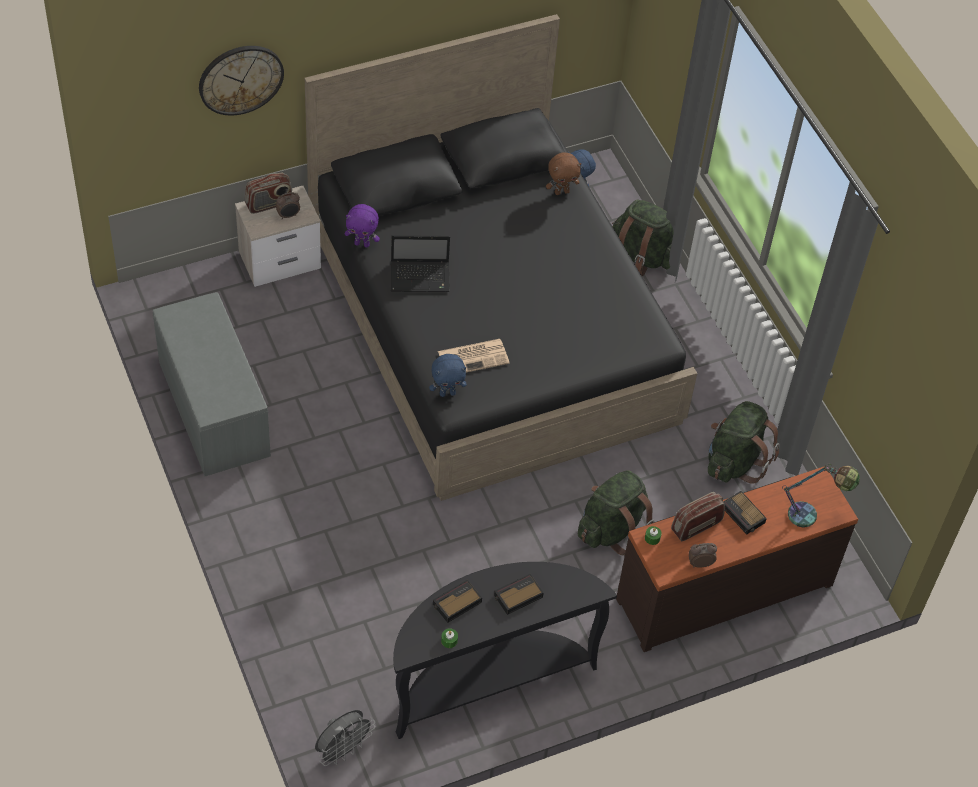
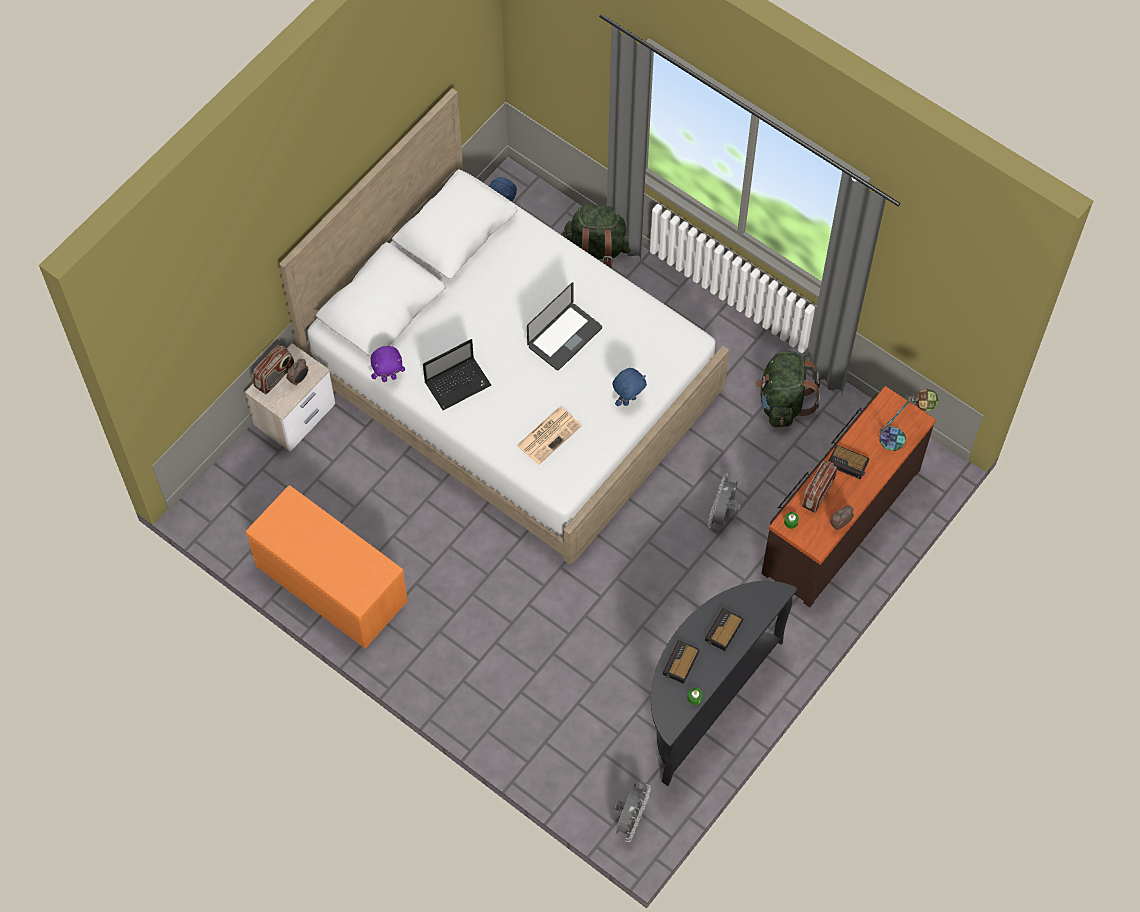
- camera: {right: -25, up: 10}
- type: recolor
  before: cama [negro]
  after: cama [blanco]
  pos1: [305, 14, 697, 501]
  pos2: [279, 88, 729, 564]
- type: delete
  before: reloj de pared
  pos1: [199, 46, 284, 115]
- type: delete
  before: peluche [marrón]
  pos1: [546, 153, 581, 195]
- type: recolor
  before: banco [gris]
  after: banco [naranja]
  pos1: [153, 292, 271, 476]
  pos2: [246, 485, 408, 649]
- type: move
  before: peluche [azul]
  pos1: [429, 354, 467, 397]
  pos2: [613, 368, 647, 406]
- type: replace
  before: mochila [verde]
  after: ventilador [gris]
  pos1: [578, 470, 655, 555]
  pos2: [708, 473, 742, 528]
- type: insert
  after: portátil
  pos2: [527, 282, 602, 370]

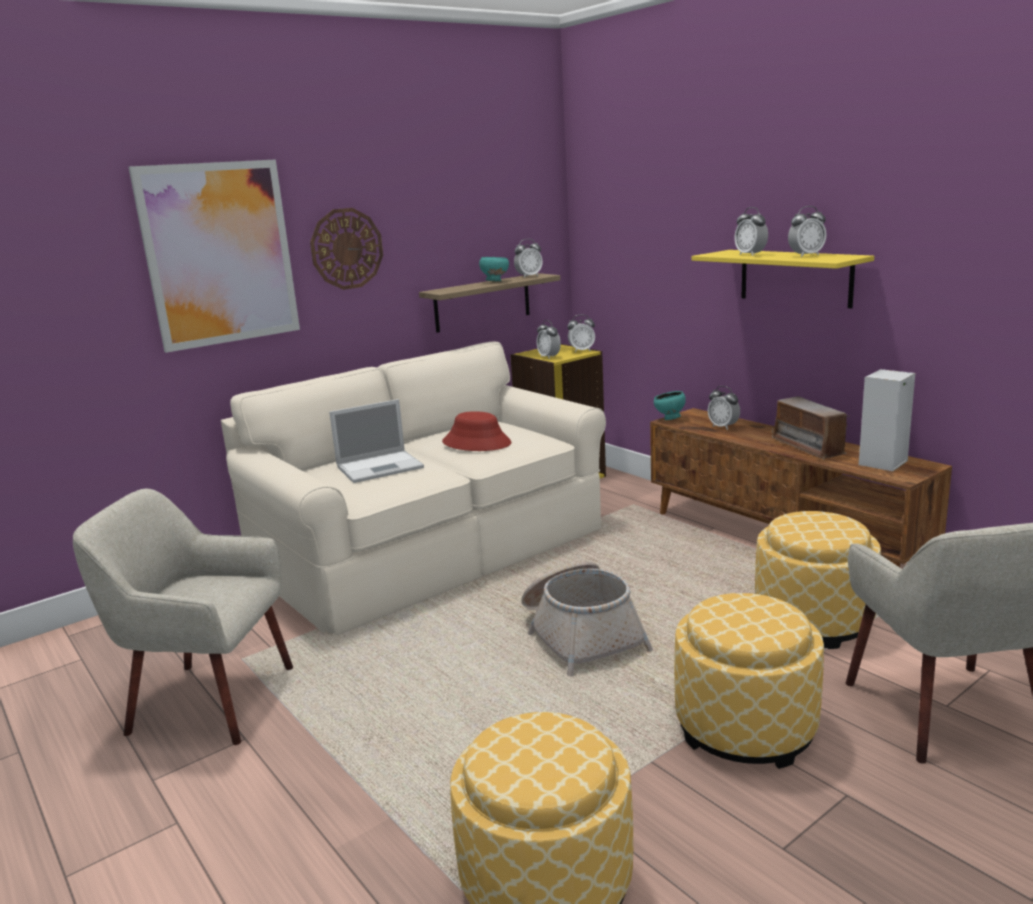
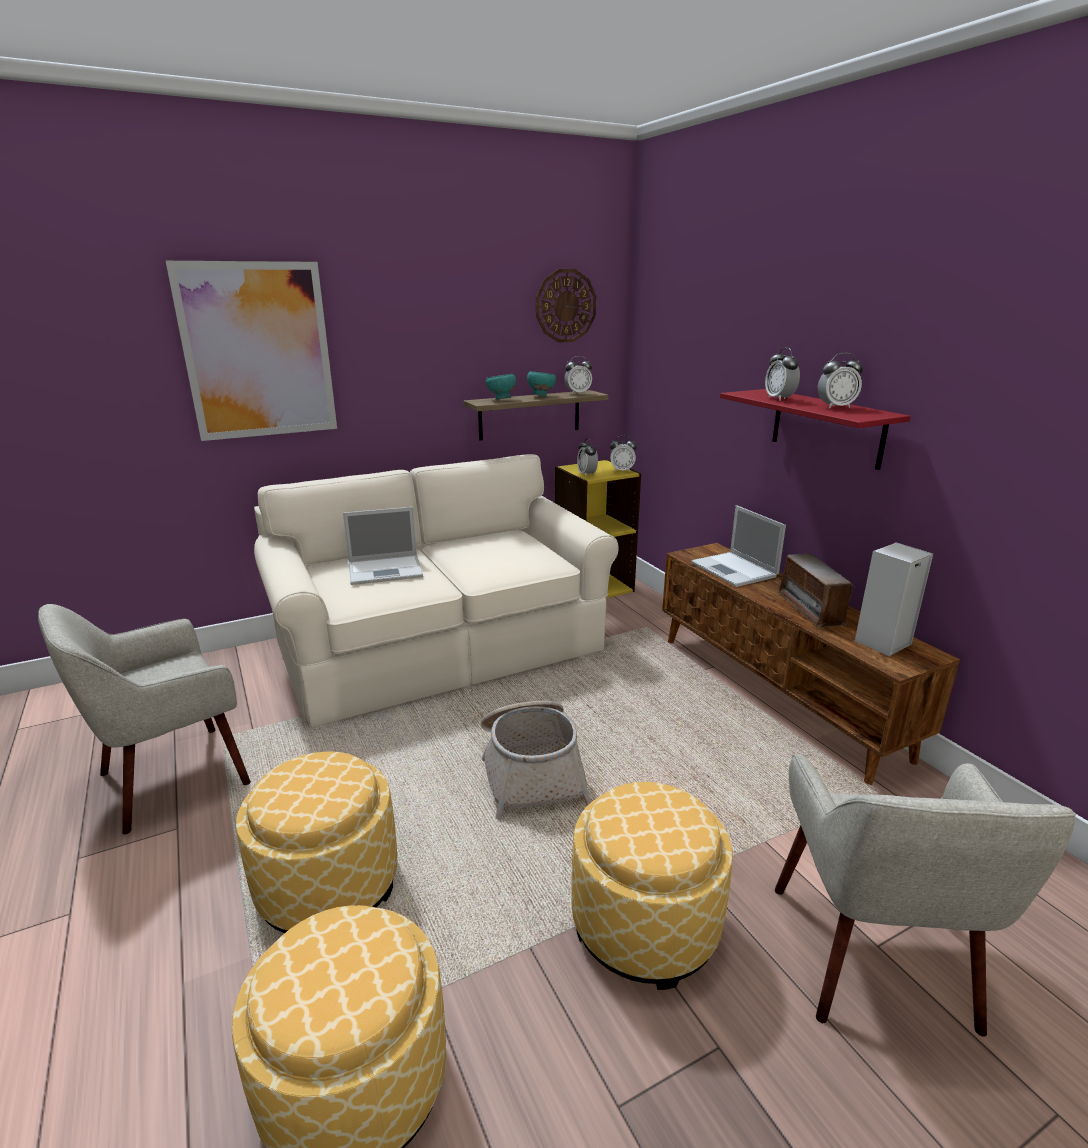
- camera: {right: 10, up: 5}
- type: move
  before: reloj de pared
  pos1: [310, 208, 383, 290]
  pos2: [536, 269, 596, 343]
- type: recolor
  before: estante [amarillo]
  after: estante [rojo]
  pos1: [691, 250, 874, 309]
  pos2: [720, 389, 911, 470]
- type: replace
  before: despertador
  after: portátil
  pos1: [708, 386, 740, 430]
  pos2: [691, 505, 786, 587]
- type: move
  before: cuenco [turquesa]
  pos1: [654, 391, 686, 420]
  pos2: [486, 374, 516, 400]
- type: delete
  before: sombrero [rojo]
  pos1: [442, 411, 511, 451]
- type: rotate
  before: sillón [beis]
  pos1: [73, 489, 293, 745]
  pos2: [38, 604, 251, 834]
  turn: -60
- type: move
  before: puf
  pos1: [755, 511, 881, 649]
  pos2: [236, 752, 397, 934]

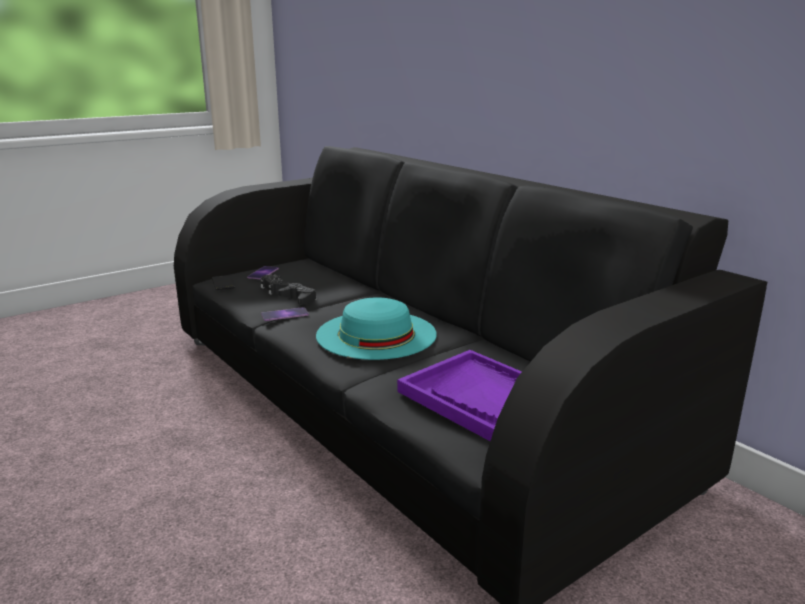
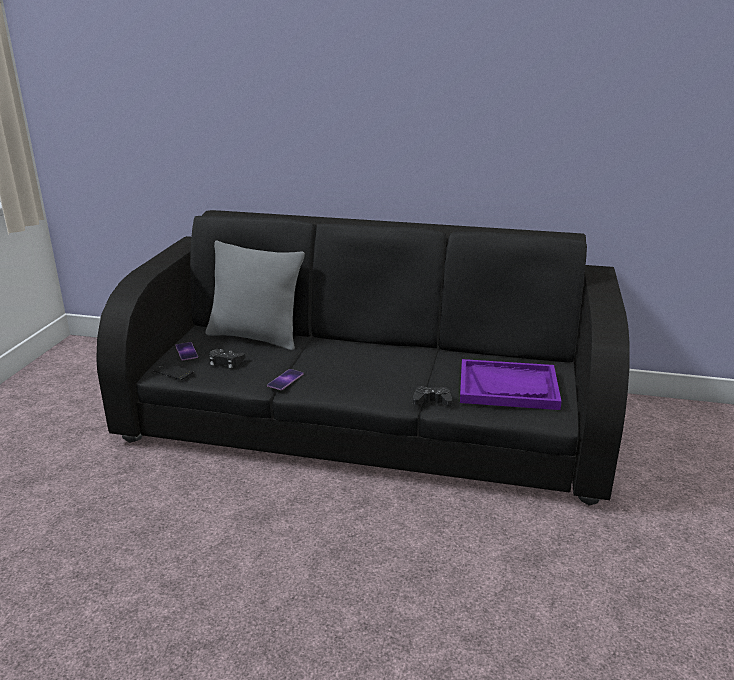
- camera: {right: -40, up: 5}
- type: move
  before: mando de consola [negro]
  pos1: [279, 283, 317, 304]
  pos2: [413, 386, 452, 406]
- type: delete
  before: sombrero [turquesa]
  pos1: [316, 297, 437, 360]
- type: insert
  after: cojín [gris]
  pos2: [206, 240, 305, 350]

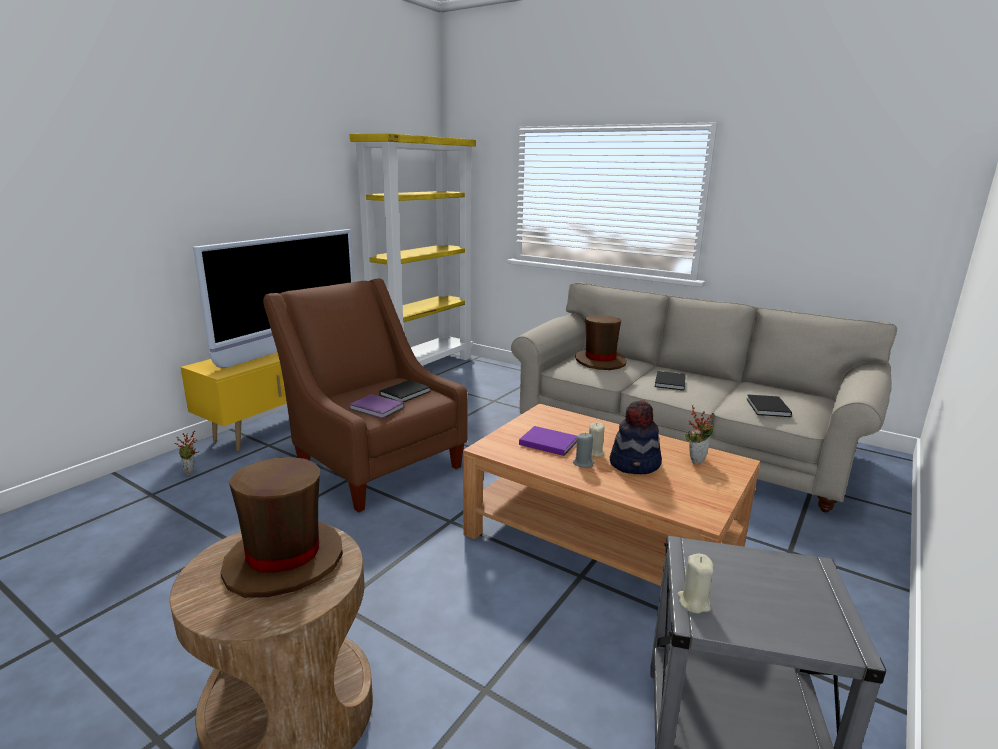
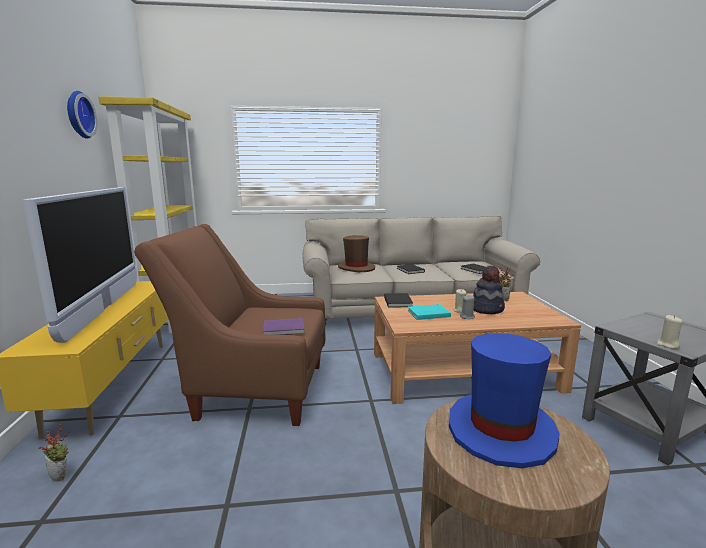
- camera: {right: -40, up: -5}
- type: move
  before: libro [negro]
  pos1: [379, 380, 431, 402]
  pos2: [384, 293, 413, 308]
- type: recolor
  before: libro [morado]
  after: libro [turquesa]
  pos1: [519, 426, 577, 456]
  pos2: [408, 304, 451, 320]
- type: recolor
  before: sombrero [marrón]
  after: sombrero [azul]
  pos1: [220, 457, 343, 598]
  pos2: [449, 333, 560, 468]
- type: insert
  after: reloj de pared
  pos2: [67, 91, 97, 139]

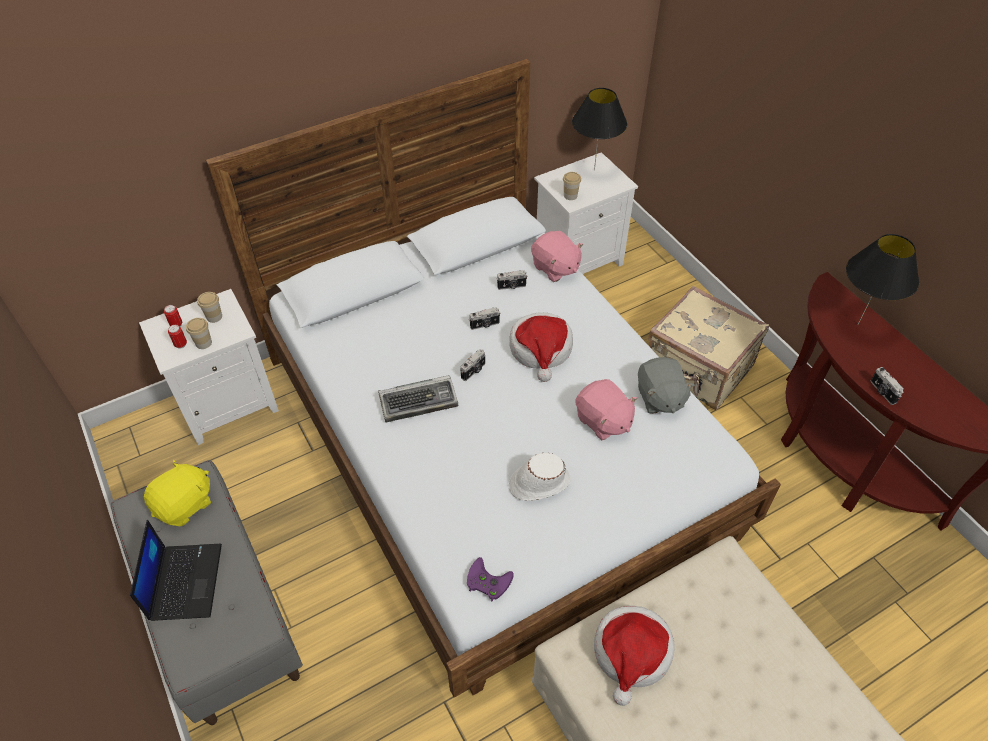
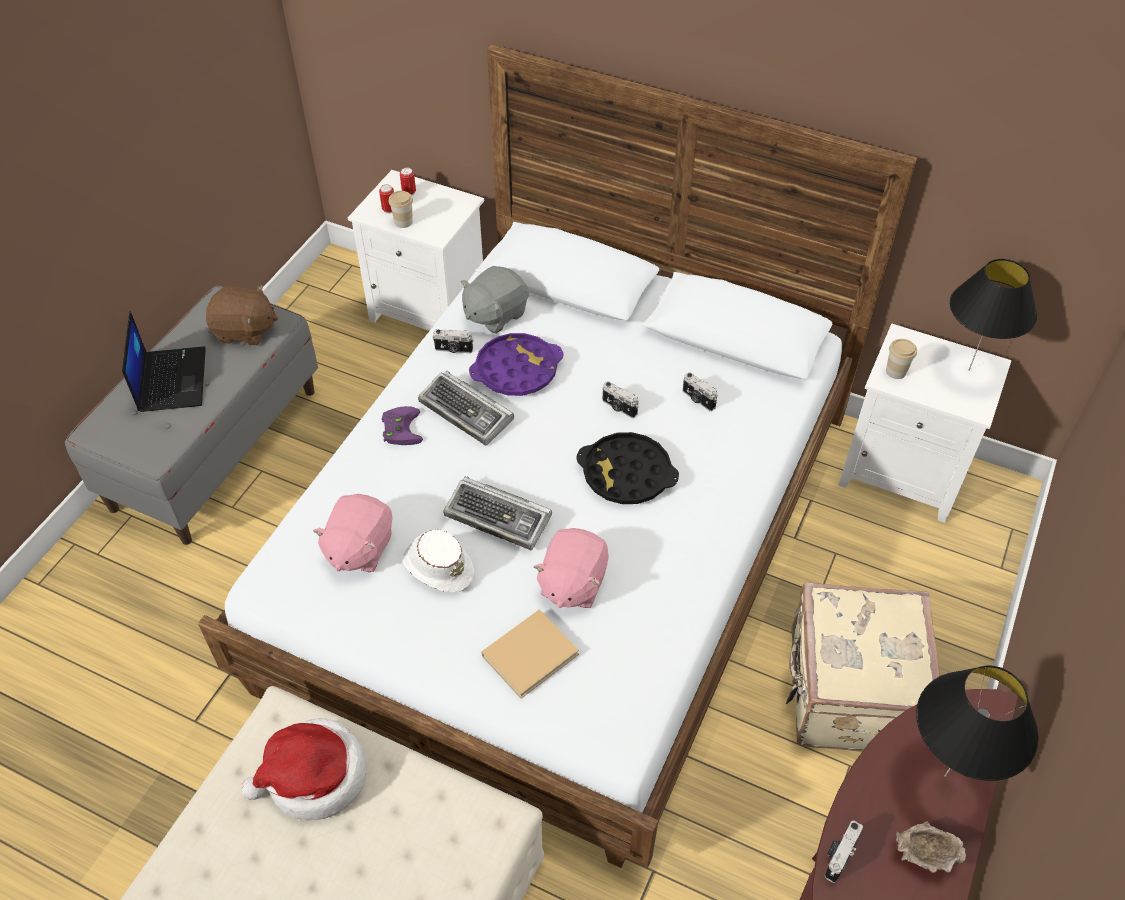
- camera: {right: 55, up: 0}
- type: move
  before: peluche [rosa]
  pos1: [531, 231, 583, 282]
  pos2: [313, 494, 393, 572]
- type: delete
  before: taza
  pos1: [197, 292, 222, 323]
- type: replace
  before: sombrero
  after: bandeja [negro]
  pos1: [510, 312, 573, 382]
  pos2: [576, 432, 679, 504]
- type: move
  before: cámara
  pos1: [460, 349, 485, 381]
  pos2: [433, 330, 474, 353]
- type: move
  before: peluche [gris]
  pos1: [638, 357, 695, 414]
  pos2: [461, 266, 529, 334]
- type: recolor
  before: peluche [amarillo]
  after: peluche [marrón]
  pos1: [144, 460, 211, 526]
  pos2: [206, 285, 278, 346]
- type: rotate
  before: portátil
  pos1: [130, 520, 222, 621]
  pos2: [122, 311, 206, 412]
  turn: -60
- type: move
  before: mando de consola [morado]
  pos1: [467, 557, 514, 602]
  pos2: [382, 406, 423, 445]
- type: insert
  after: bandeja [morado]
  pos2: [469, 333, 564, 396]
- type: insert
  after: teclado
  pos2: [443, 476, 552, 550]
- type: insert
  after: libro [beis]
  pos2: [481, 610, 579, 699]
- type: insert
  after: cuenco [beis]
  pos2: [896, 821, 966, 873]

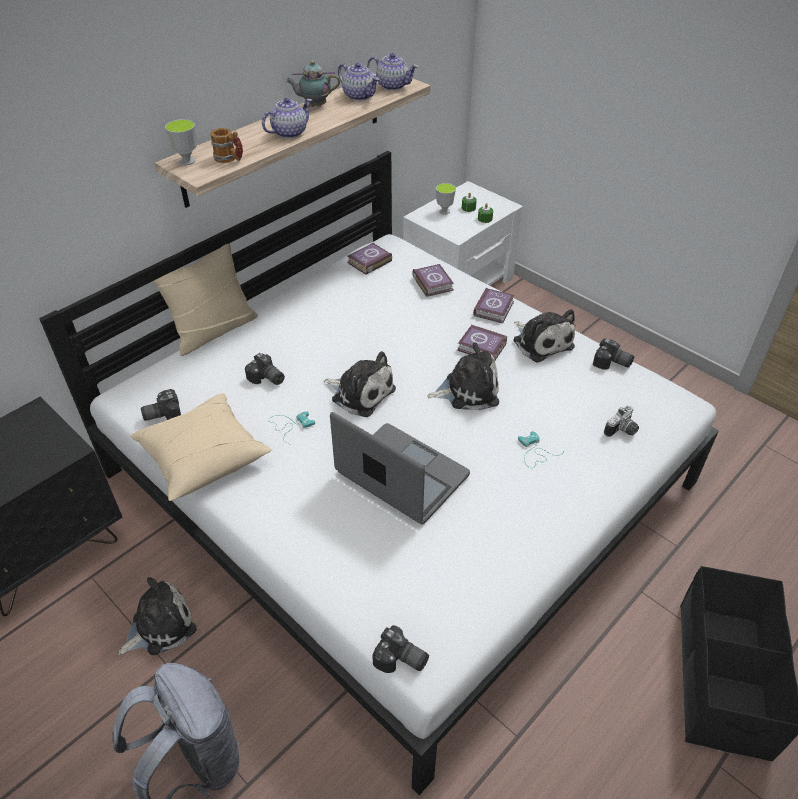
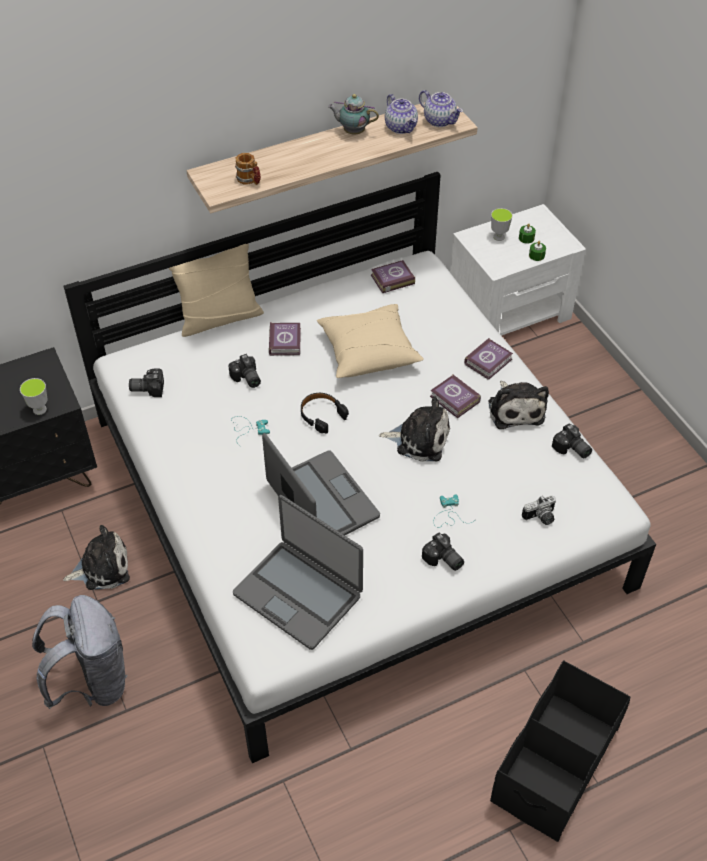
- camera: {right: 20, up: 5}
- type: delete
  before: tetera
  pos1: [262, 98, 313, 138]
- type: move
  before: taza
  pos1: [165, 119, 196, 165]
  pos2: [20, 378, 47, 415]
- type: move
  before: libro
  pos1: [412, 264, 454, 297]
  pos2: [269, 322, 301, 356]
- type: replace
  before: peluche
  after: auriculares [negro]
  pos1: [323, 351, 396, 417]
  pos2: [301, 393, 349, 434]
- type: move
  before: cojín [beis]
  pos1: [130, 393, 271, 501]
  pos2: [317, 304, 424, 378]
- type: move
  before: cámara
  pos1: [372, 625, 429, 673]
  pos2: [422, 533, 464, 571]
- type: insert
  after: portátil
  pos2: [233, 495, 363, 650]

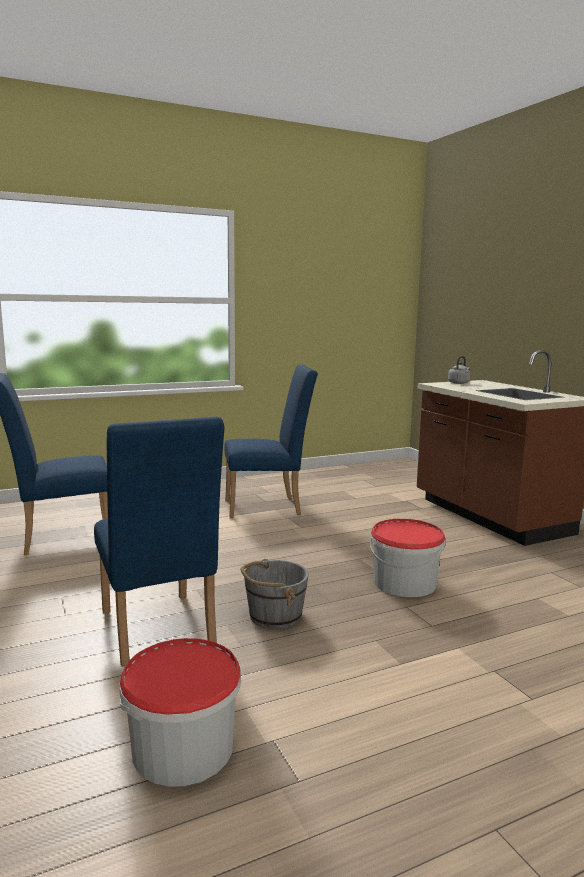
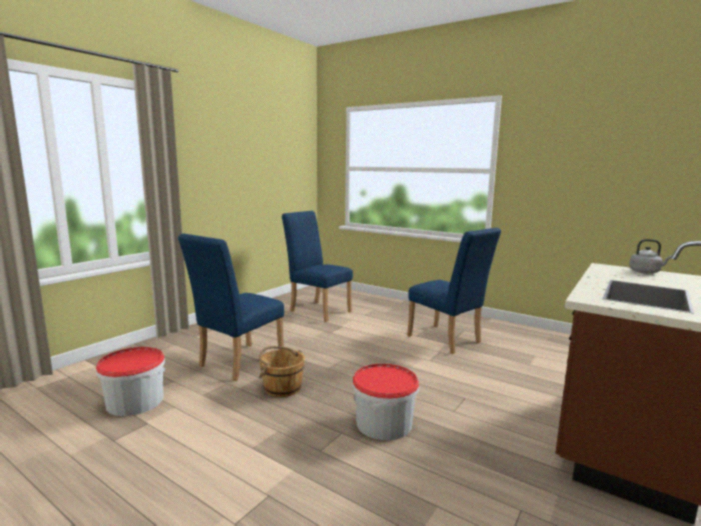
- camera: {right: 60, up: 0}
- type: recolor
  before: cubo [gris]
  after: cubo [marrón]
  pos1: [240, 559, 309, 629]
  pos2: [259, 346, 305, 397]

